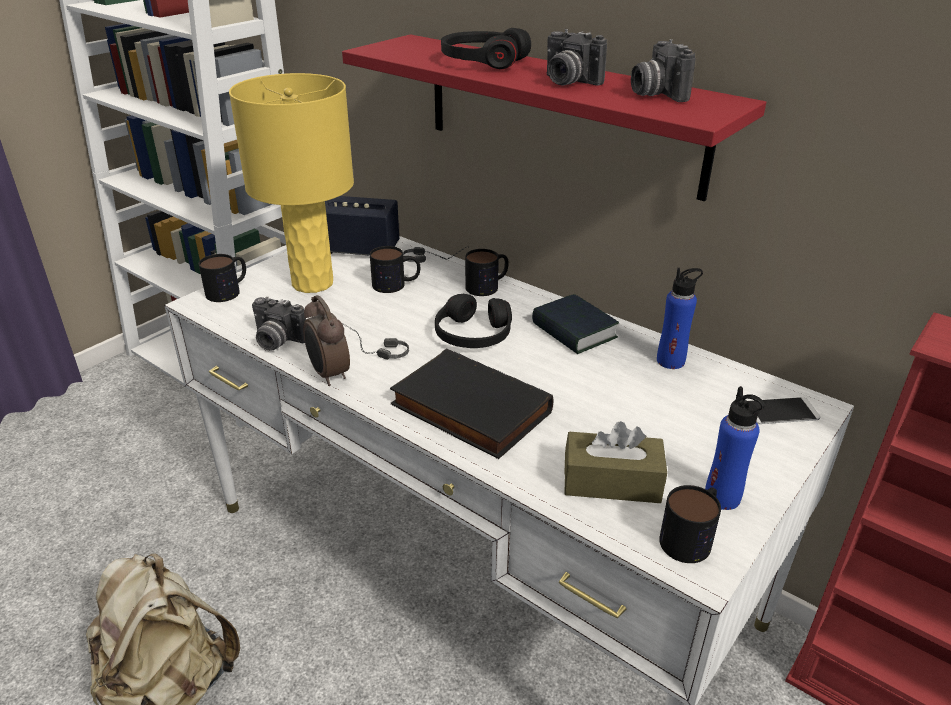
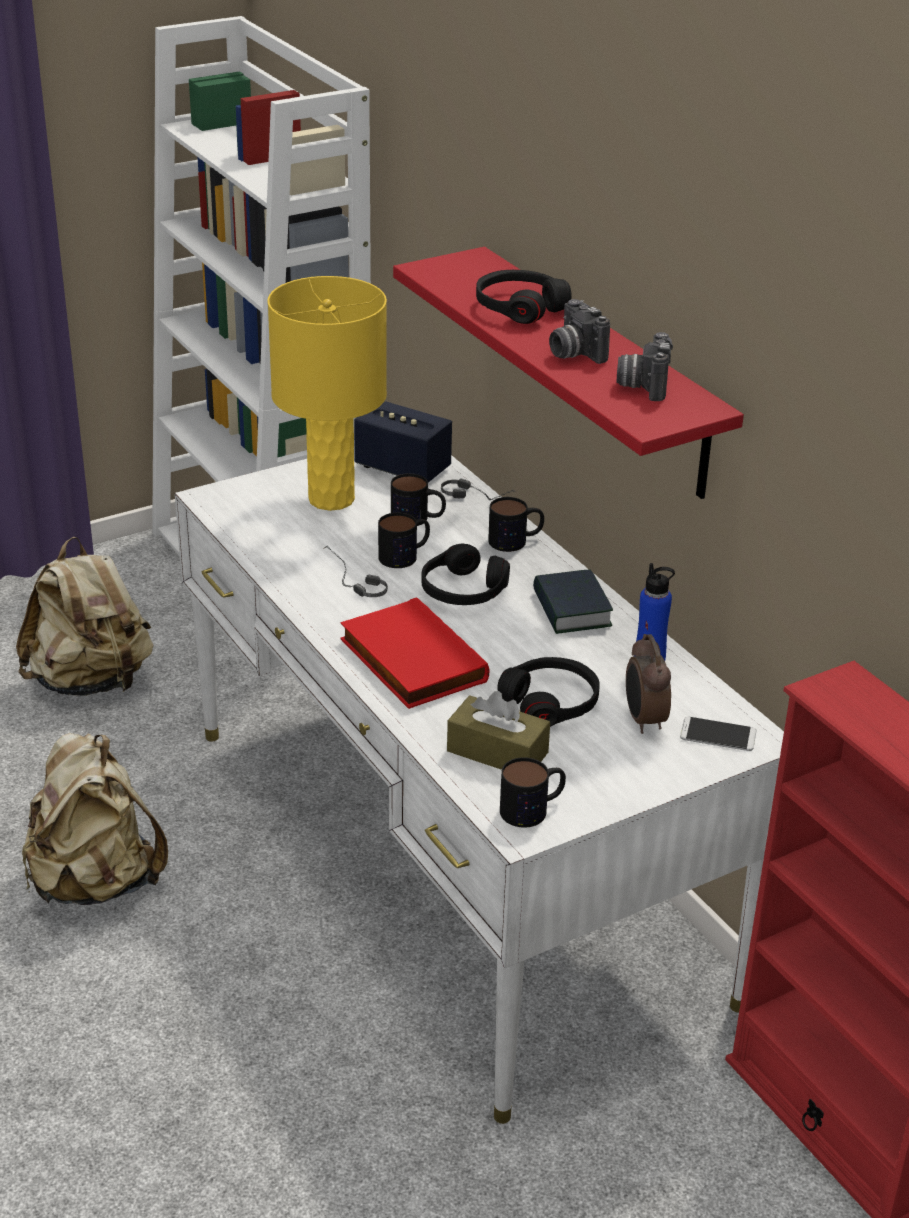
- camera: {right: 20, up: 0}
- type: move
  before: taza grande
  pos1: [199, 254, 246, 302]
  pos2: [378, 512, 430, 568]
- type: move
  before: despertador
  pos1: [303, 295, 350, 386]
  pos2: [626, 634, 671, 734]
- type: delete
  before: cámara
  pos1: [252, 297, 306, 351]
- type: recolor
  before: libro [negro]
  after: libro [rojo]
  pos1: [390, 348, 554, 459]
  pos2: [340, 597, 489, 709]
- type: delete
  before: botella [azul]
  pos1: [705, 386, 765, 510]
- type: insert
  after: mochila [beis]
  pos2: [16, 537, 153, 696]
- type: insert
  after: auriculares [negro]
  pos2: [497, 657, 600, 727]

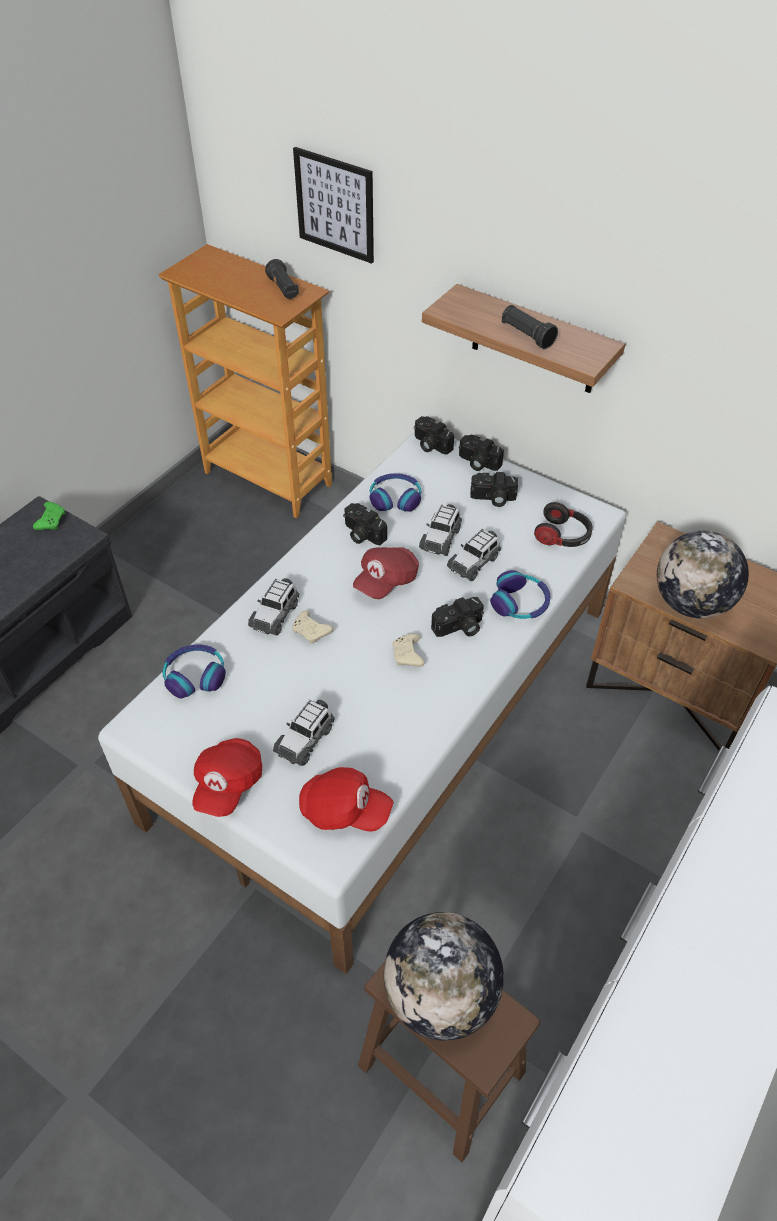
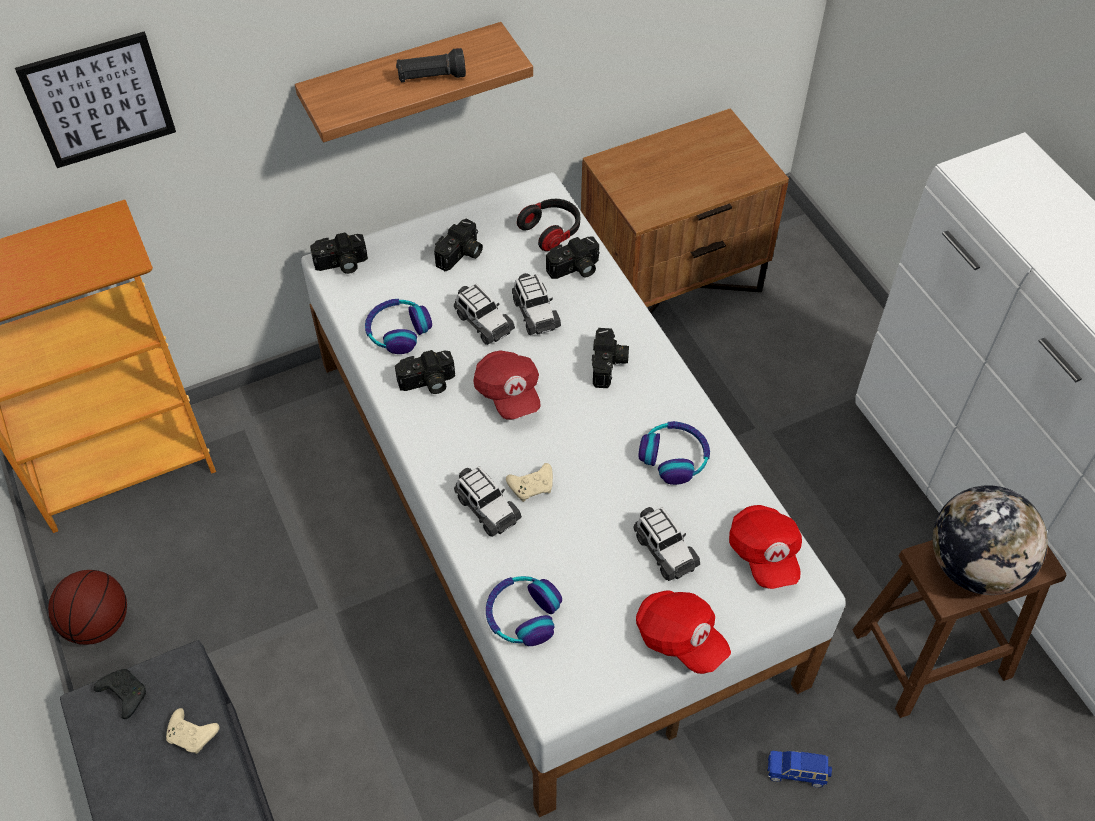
- camera: {right: -60, up: 5}
- type: delete
  before: linterna [negro]
  pos1: [265, 259, 299, 299]
- type: move
  before: cámara
  pos1: [459, 435, 504, 471]
  pos2: [546, 237, 600, 279]
- type: recolor
  before: mando de consola [verde]
  after: mando de consola [negro]
  pos1: [33, 502, 65, 530]
  pos2: [94, 669, 146, 719]
- type: delete
  before: globo terráqueo
  pos1: [657, 531, 749, 619]
- type: move
  before: auriculares
  pos1: [490, 570, 551, 619]
  pos2: [639, 421, 710, 485]
- type: move
  before: mando de consola [beis]
  pos1: [392, 634, 425, 667]
  pos2: [166, 708, 220, 754]
- type: rotate
  before: gorra [rojo]
  pos1: [299, 767, 394, 832]
  pos2: [729, 505, 802, 589]
  turn: 120
- type: insert
  after: balón de baloncesto
  pos2: [48, 570, 127, 645]
- type: insert
  after: coche de juguete [azul]
  pos2: [768, 750, 832, 788]

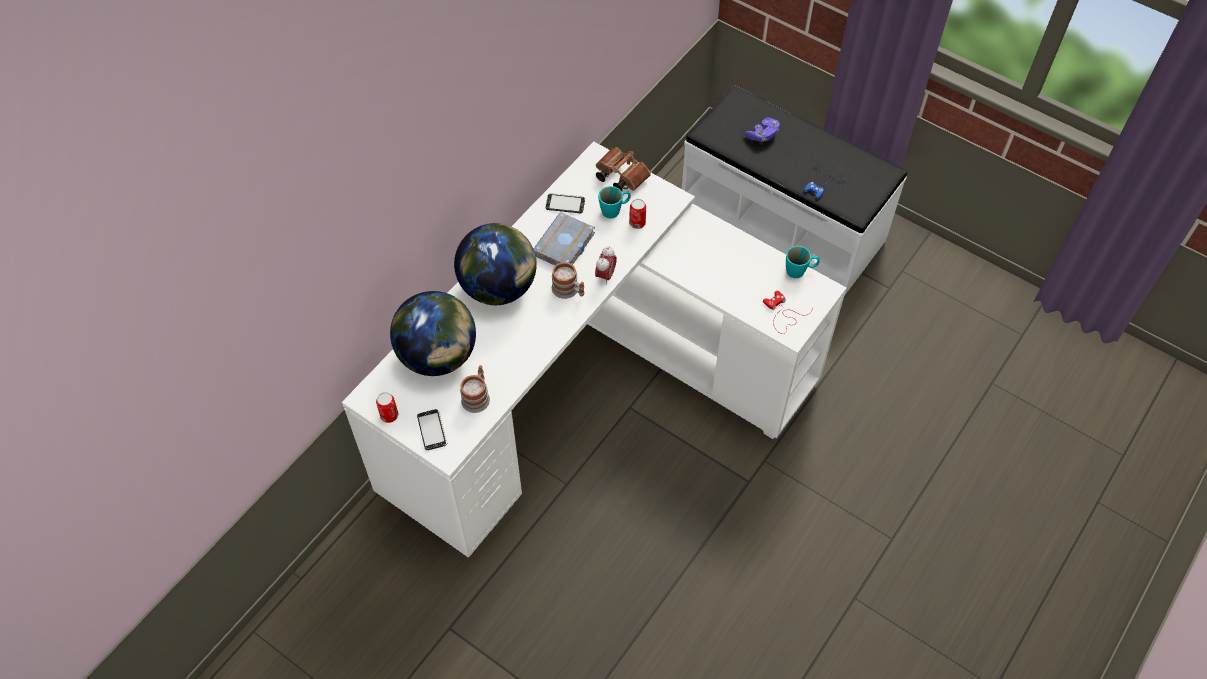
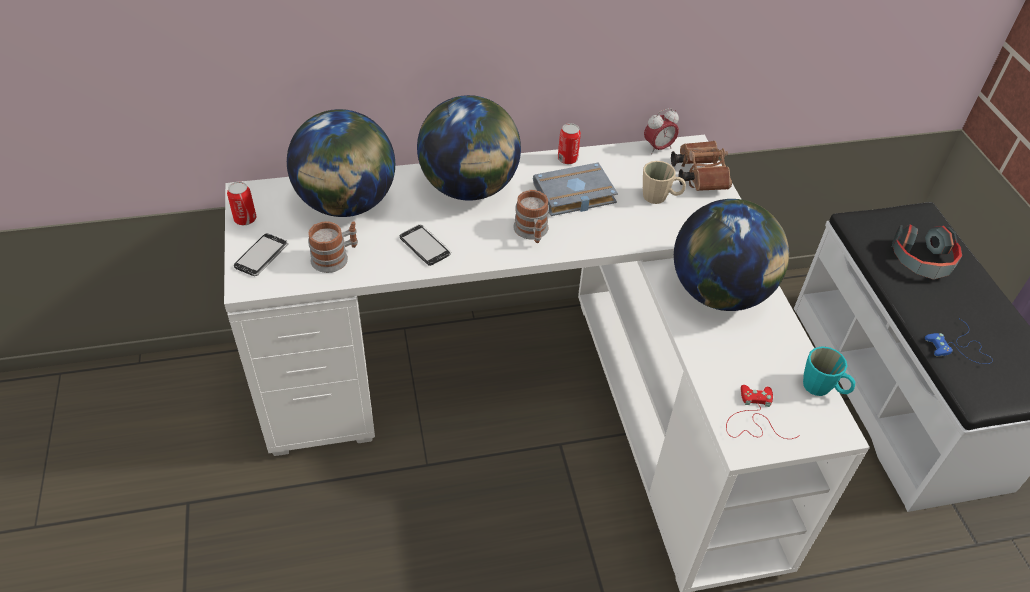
- camera: {right: 40, up: -10}
- type: replace
  before: mando de consola [morado]
  after: auriculares
  pos1: [745, 117, 780, 142]
  pos2: [892, 224, 962, 280]
- type: recolor
  before: taza grande [turquesa]
  after: taza grande [beis]
  pos1: [598, 186, 631, 219]
  pos2: [643, 161, 686, 204]
- type: move
  before: móvil
  pos1: [545, 193, 585, 213]
  pos2: [400, 224, 451, 266]
- type: move
  before: lata
  pos1: [629, 199, 646, 229]
  pos2: [558, 123, 581, 164]
- type: move
  before: despertador
  pos1: [595, 246, 617, 285]
  pos2: [644, 108, 679, 154]
- type: insert
  after: globo terráqueo
  pos2: [674, 199, 789, 311]

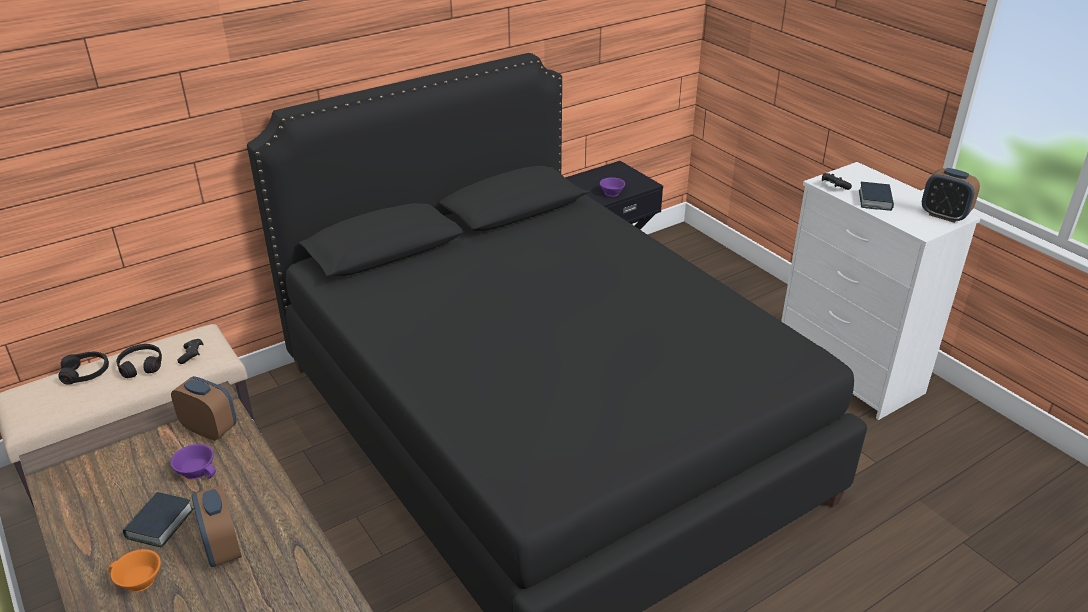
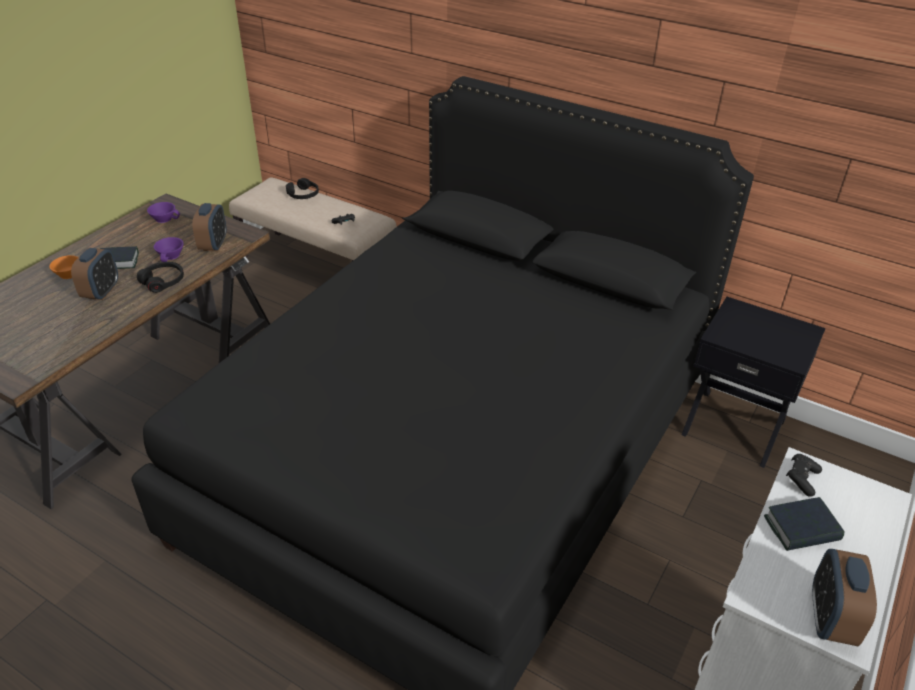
- camera: {right: 65, up: 5}
- type: move
  before: taza [morado]
  pos1: [600, 177, 625, 197]
  pos2: [147, 202, 180, 223]
- type: move
  before: auriculares [negro]
  pos1: [116, 344, 162, 378]
  pos2: [137, 262, 184, 293]
- type: rotate
  before: despertador
  pos1: [191, 485, 242, 567]
  pos2: [71, 248, 118, 300]
  turn: 150

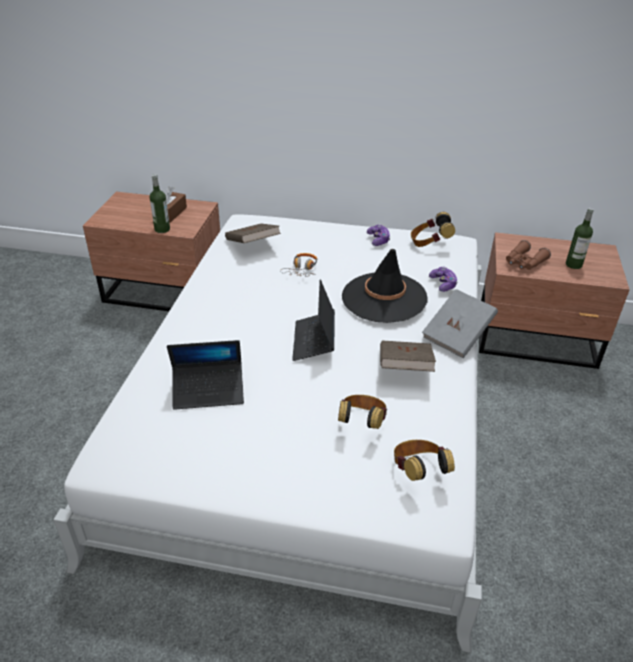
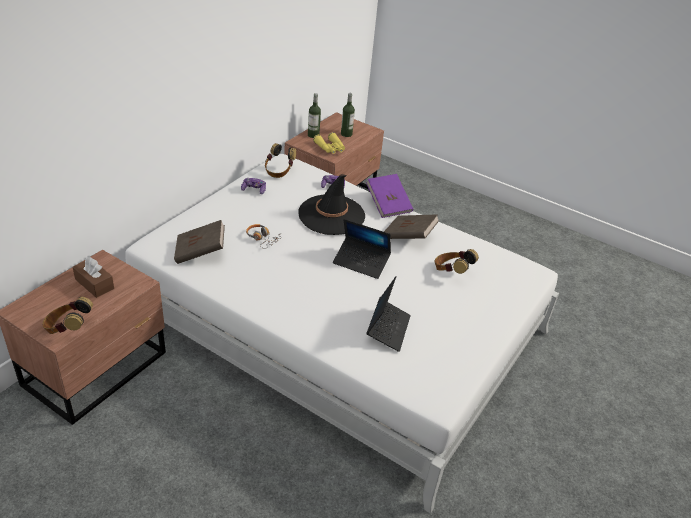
- camera: {right: -70, up: 0}
- type: move
  before: botella
  pos1: [150, 174, 170, 233]
  pos2: [308, 93, 321, 138]
- type: recolor
  before: prismáticos [marrón]
  after: prismáticos [amarillo]
  pos1: [506, 240, 551, 270]
  pos2: [313, 132, 345, 154]
- type: recolor
  before: libro [gris]
  after: libro [morado]
  pos1: [422, 289, 498, 358]
  pos2: [366, 174, 413, 218]
- type: move
  before: auriculares
  pos1: [394, 440, 455, 481]
  pos2: [43, 297, 93, 334]

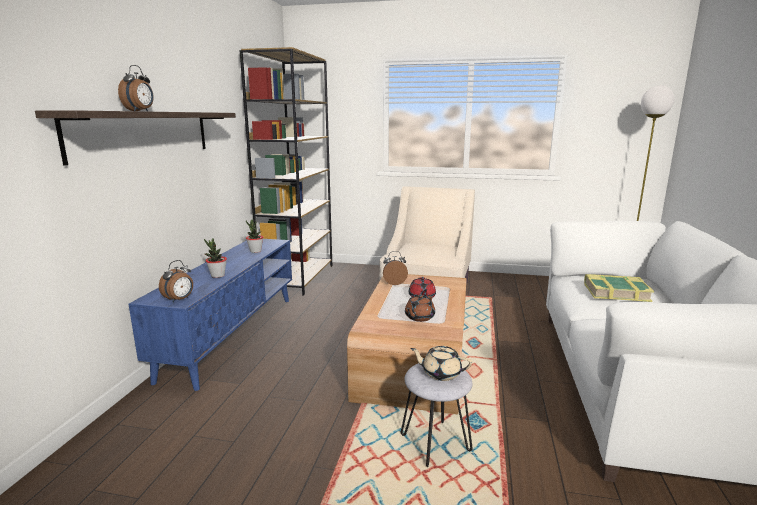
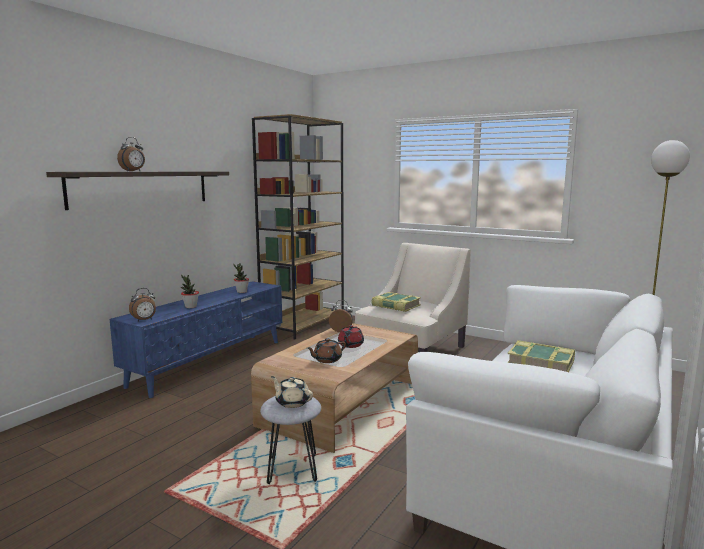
- camera: {right: 20, up: -5}
- type: insert
  after: libro
  pos2: [372, 292, 421, 312]

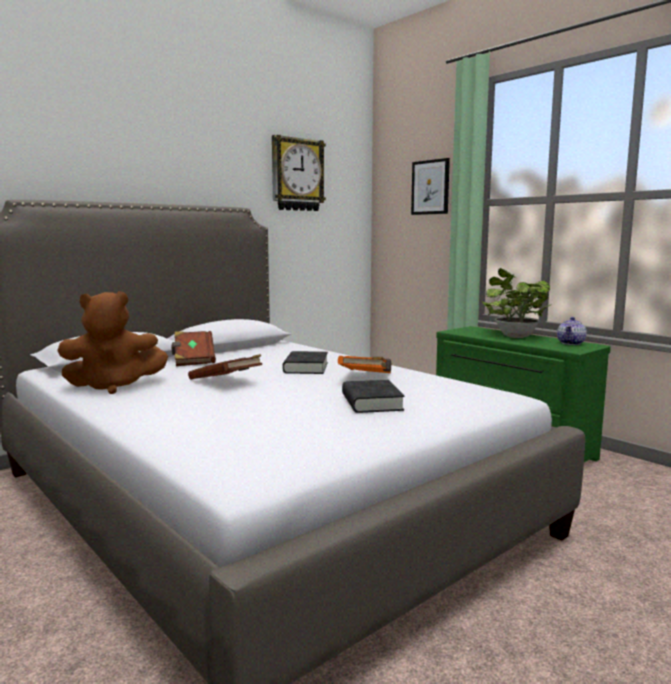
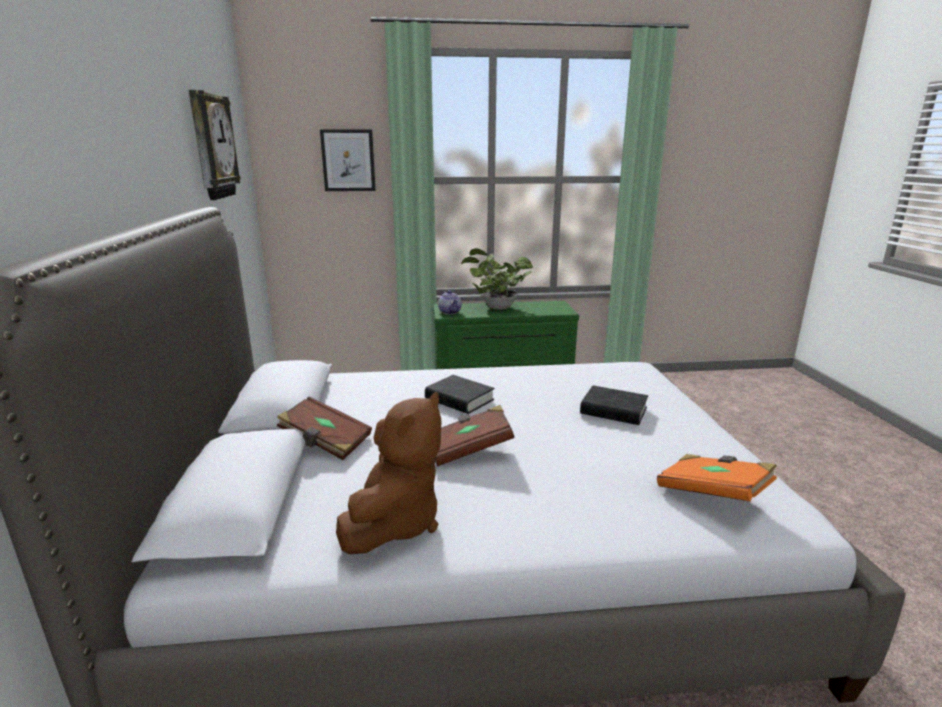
- camera: {right: -55, up: 10}
- type: move
  before: tetera
  pos1: [557, 317, 587, 345]
  pos2: [438, 290, 462, 315]
- type: move
  before: libro [naranja]
  pos1: [338, 356, 392, 373]
  pos2: [657, 454, 777, 501]

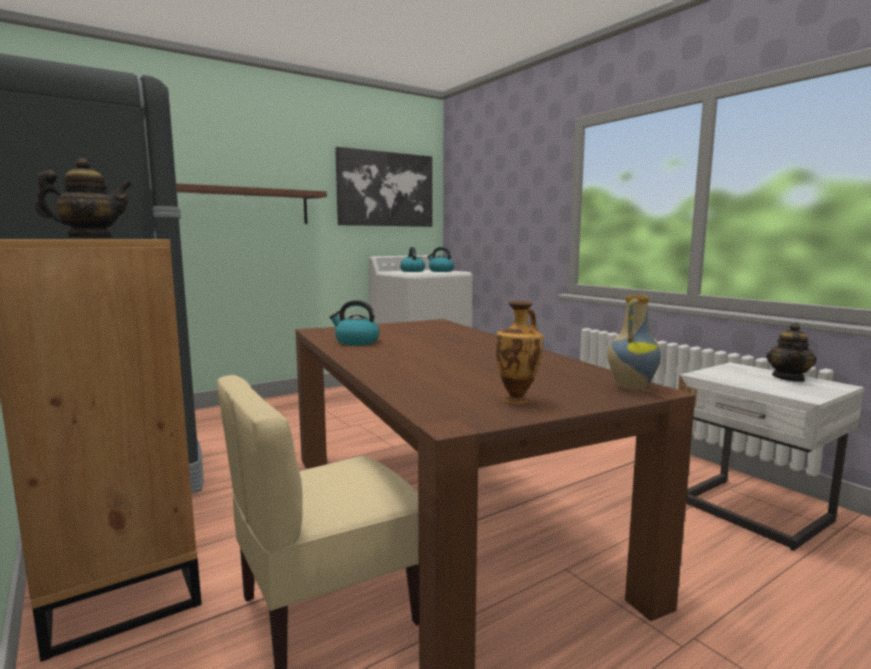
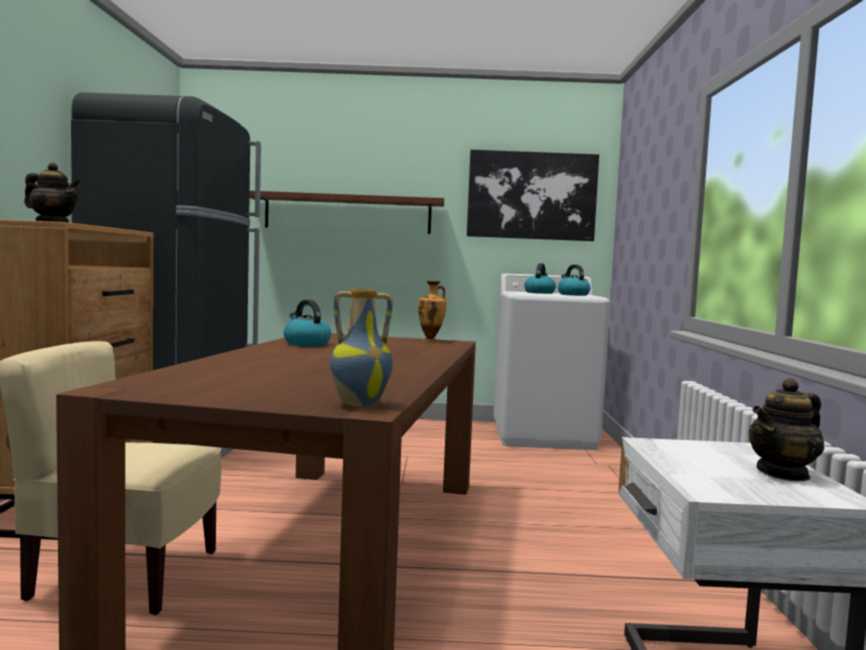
- camera: {right: 35, up: -5}
- type: move
  before: florero
  pos1: [496, 301, 543, 405]
  pos2: [418, 280, 447, 342]

